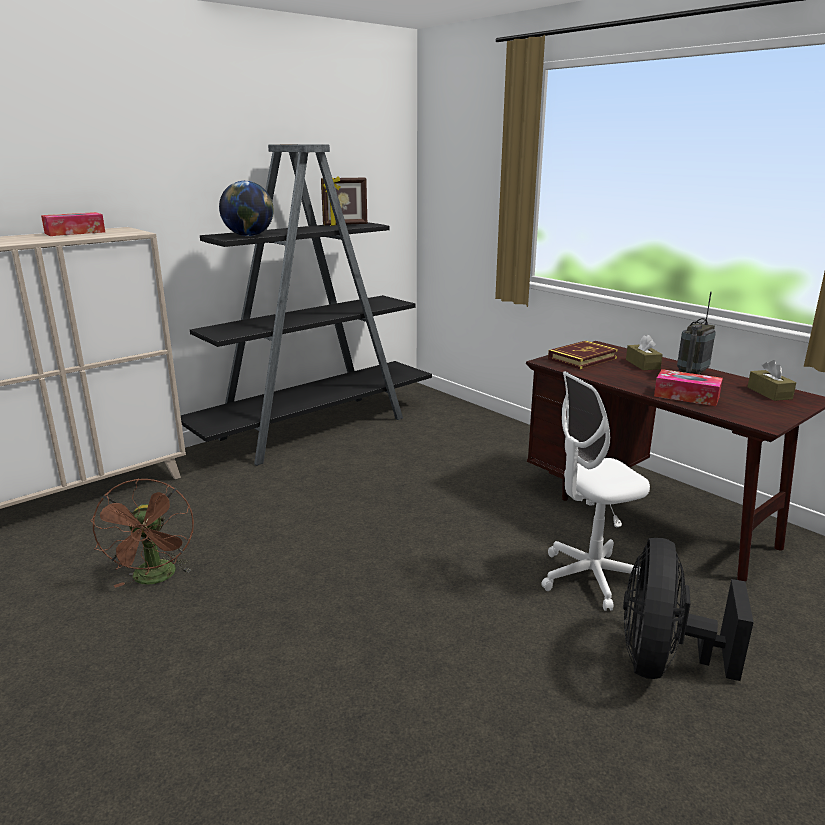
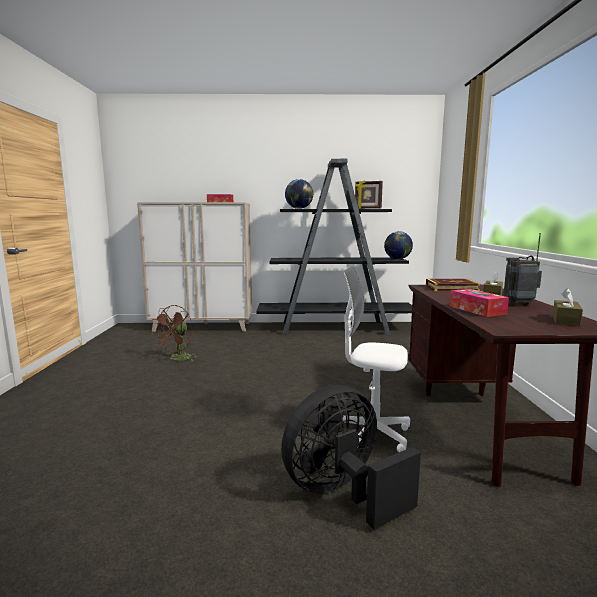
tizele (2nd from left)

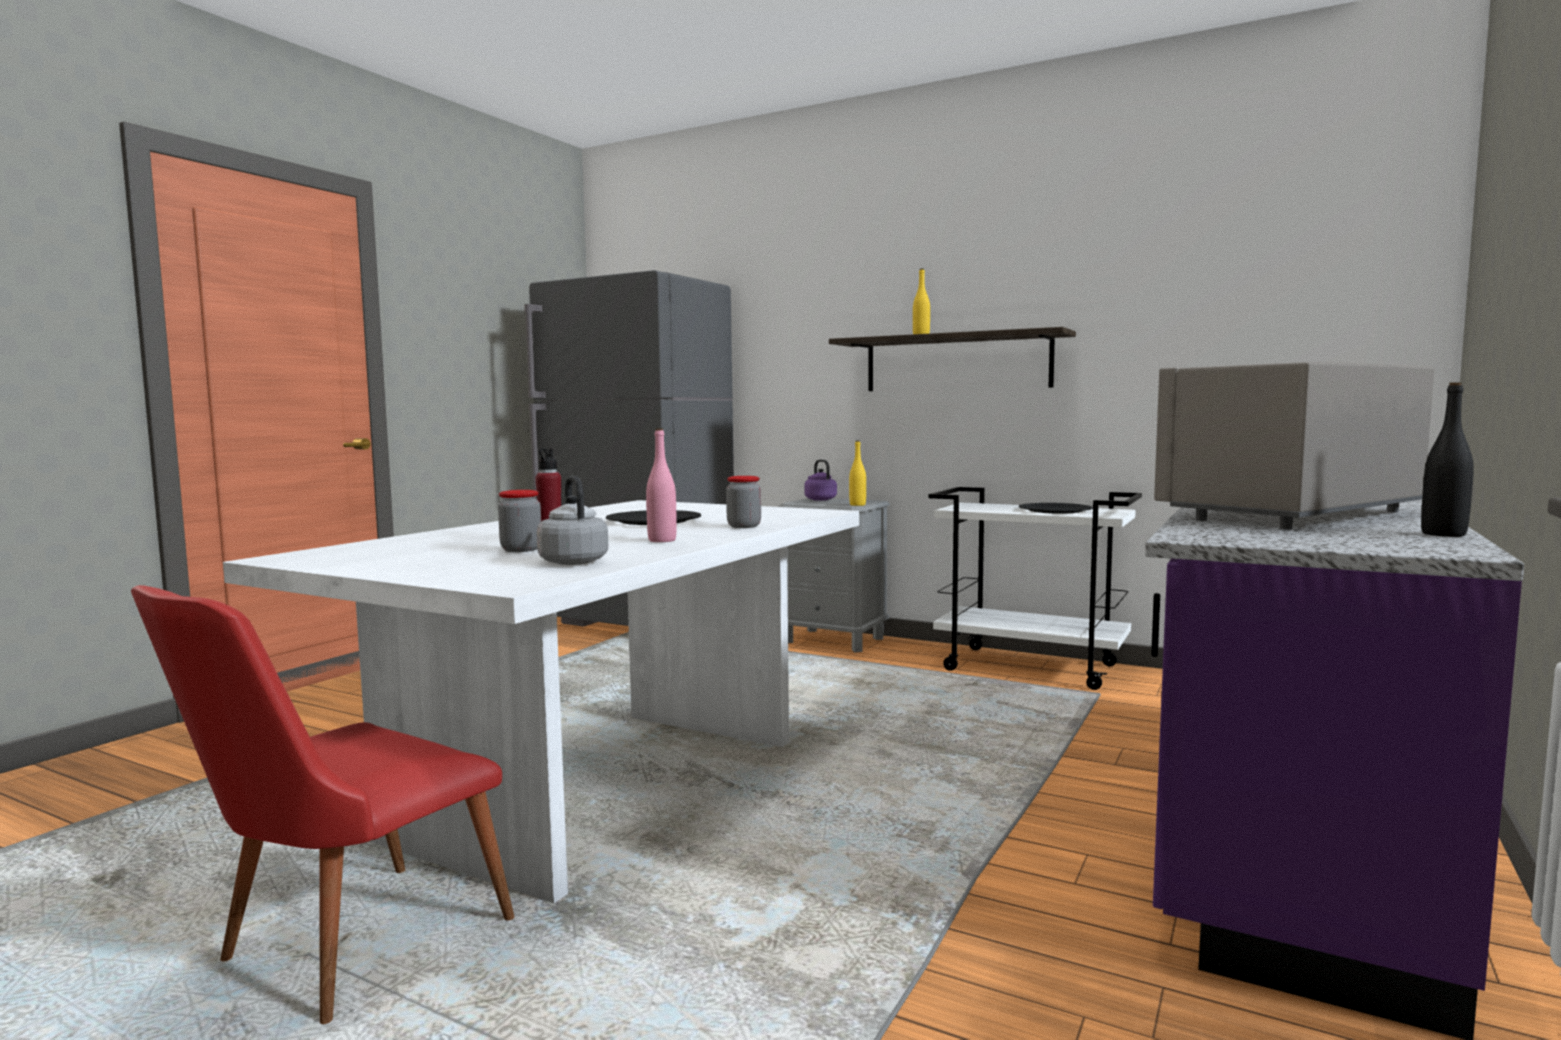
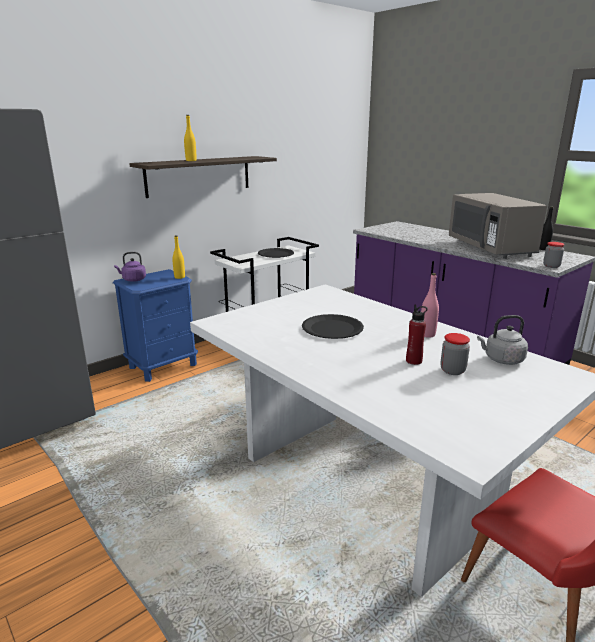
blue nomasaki
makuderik (2nd from left)

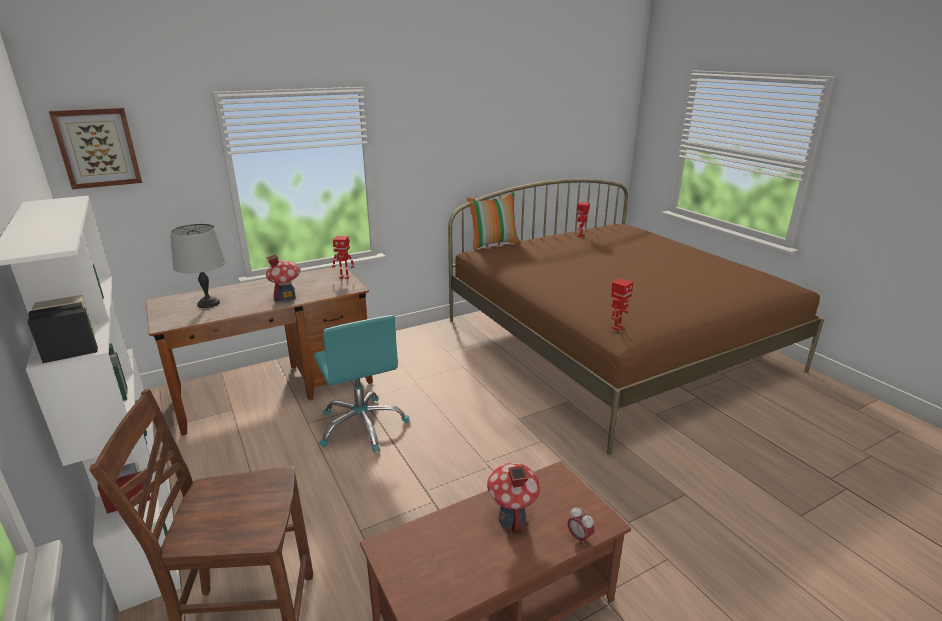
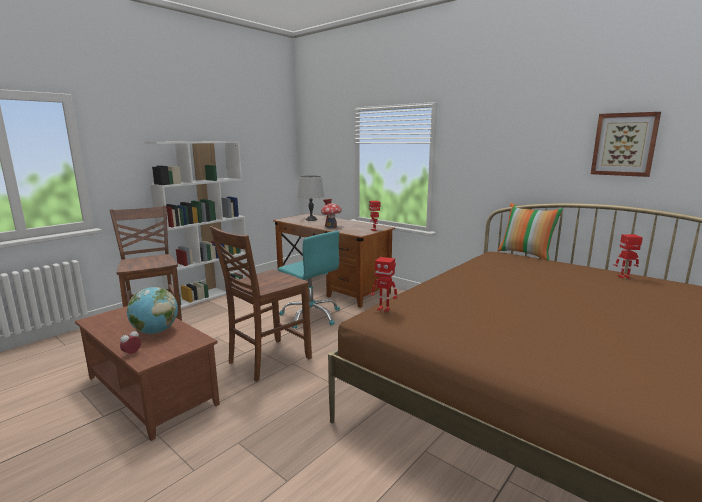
tizele
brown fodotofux (2nd from left)
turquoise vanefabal
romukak

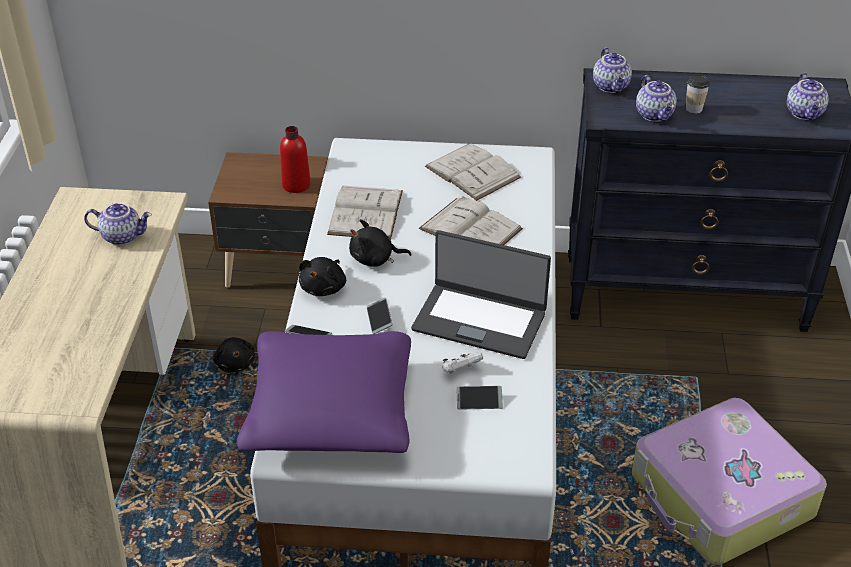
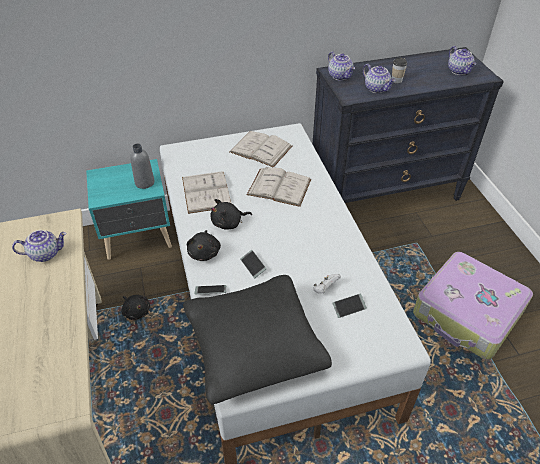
turquoise nomasaki
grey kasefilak
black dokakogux
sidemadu

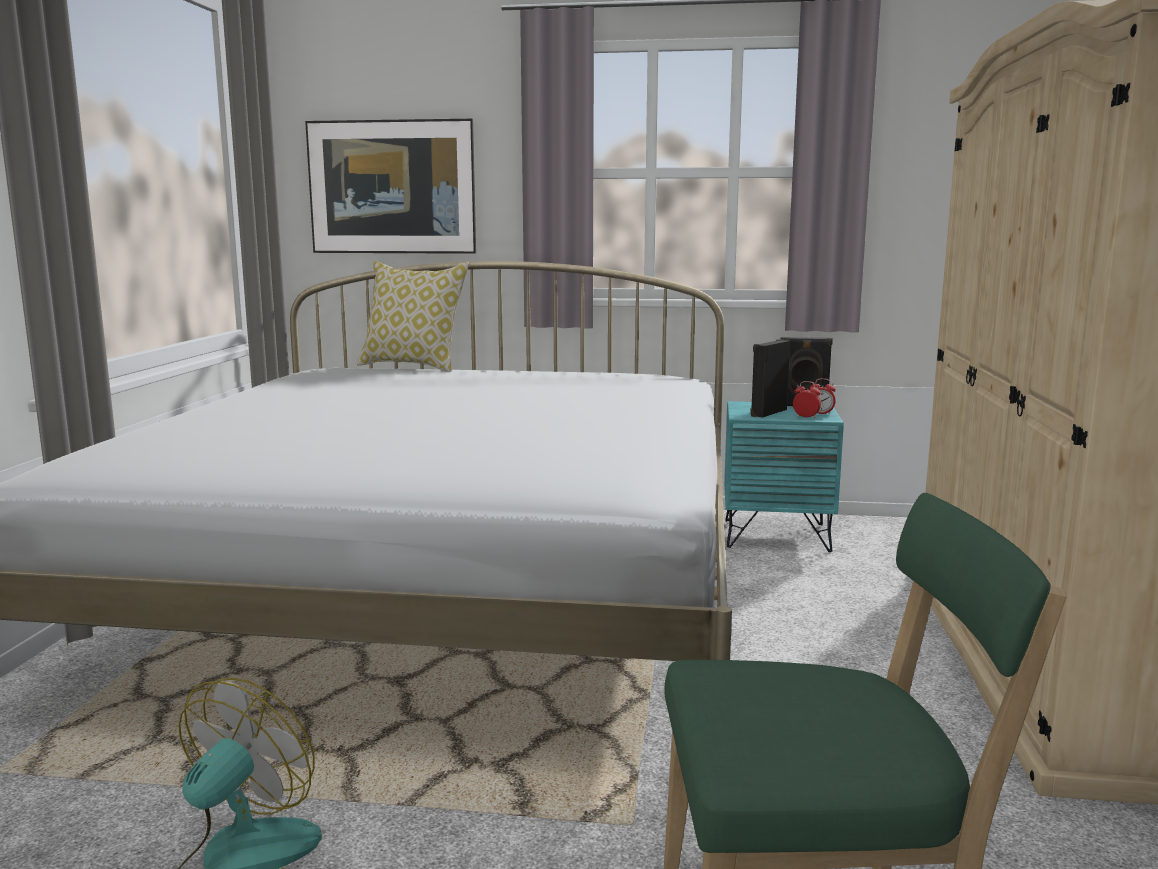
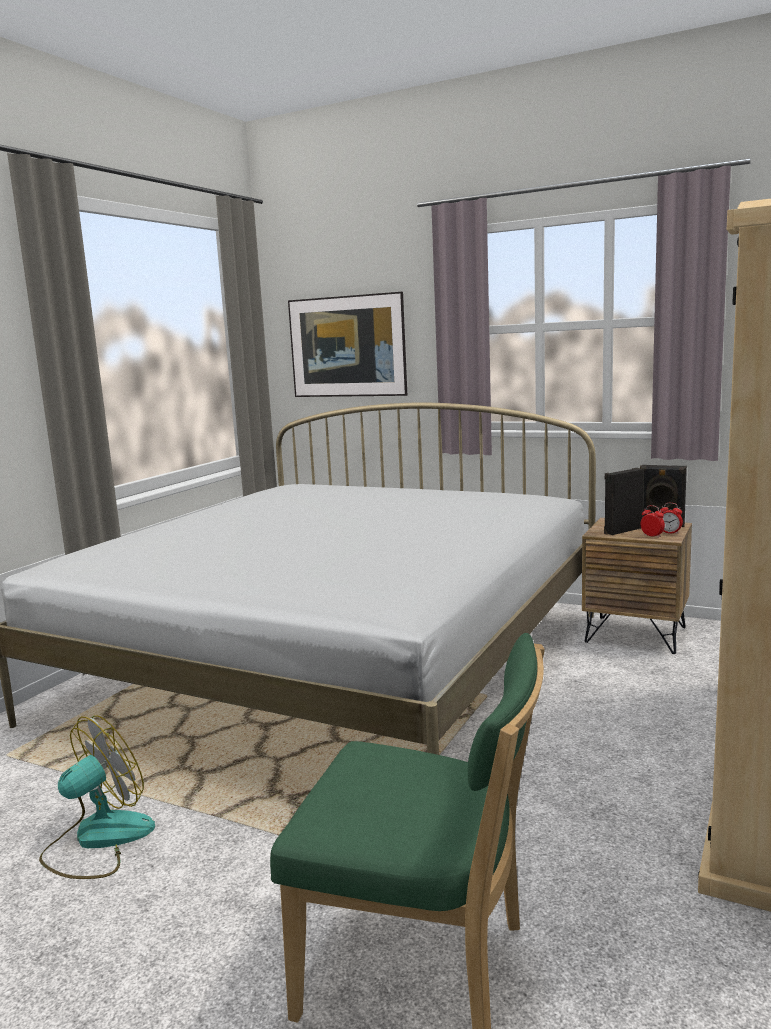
brown nomasaki
dokakogux

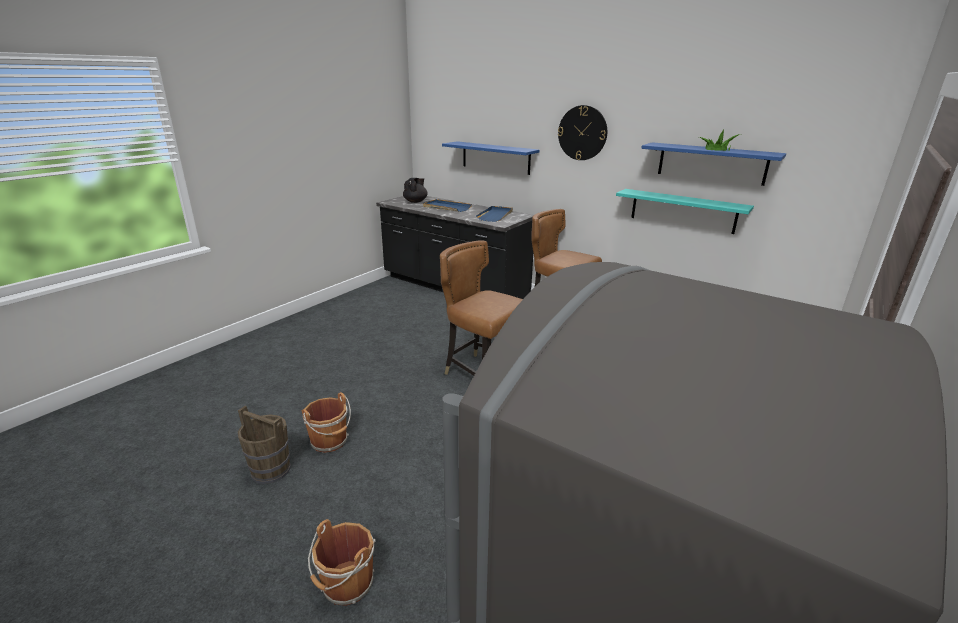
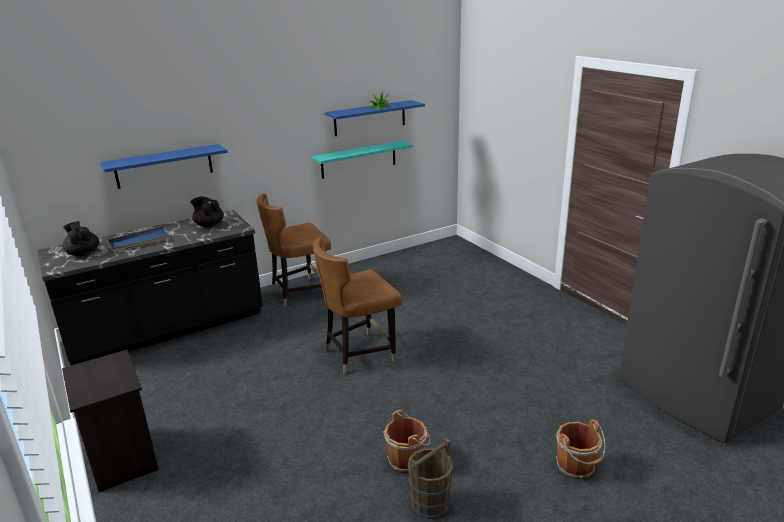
black nomasaki
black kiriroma (2nd from left)
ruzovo

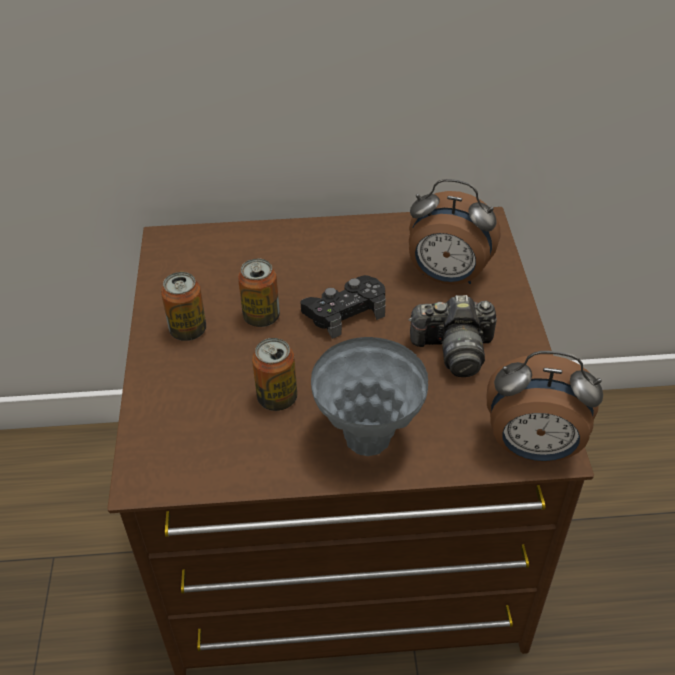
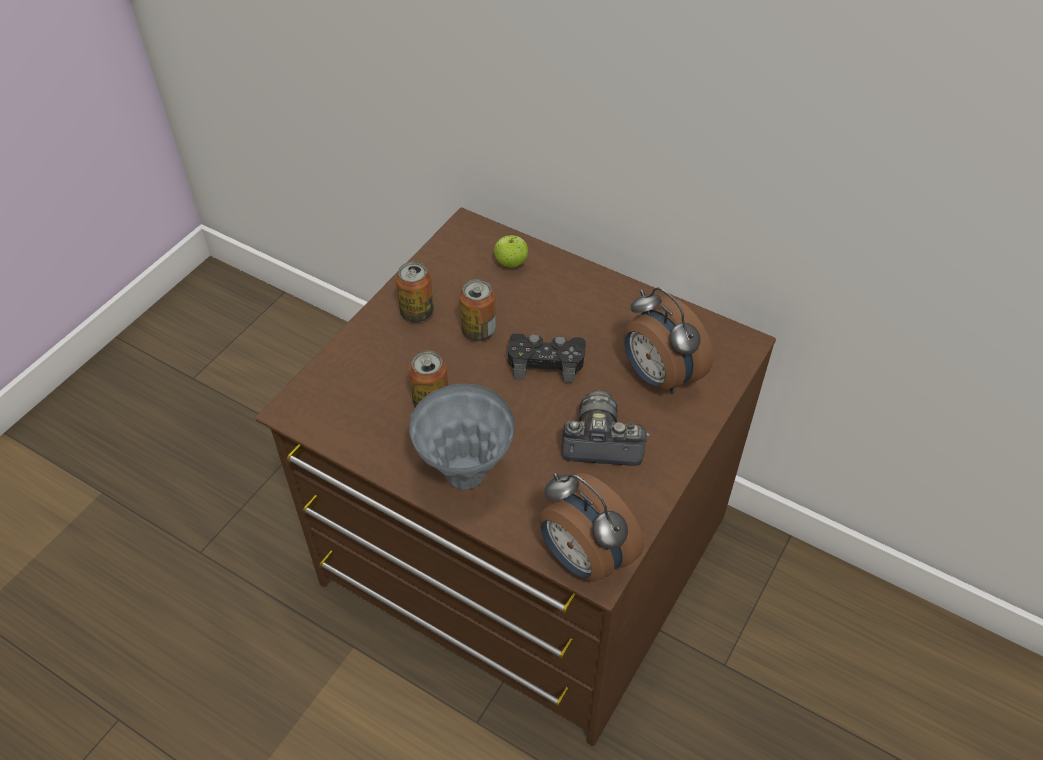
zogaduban
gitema

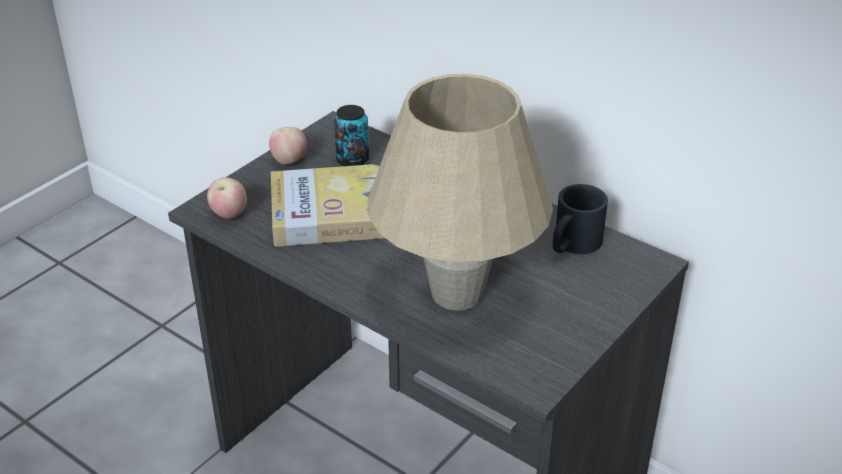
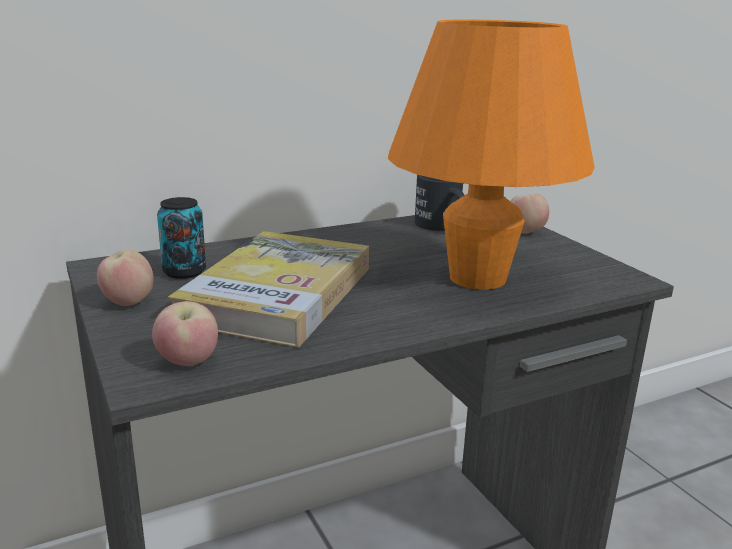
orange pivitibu
zogaduban (3rd from left)

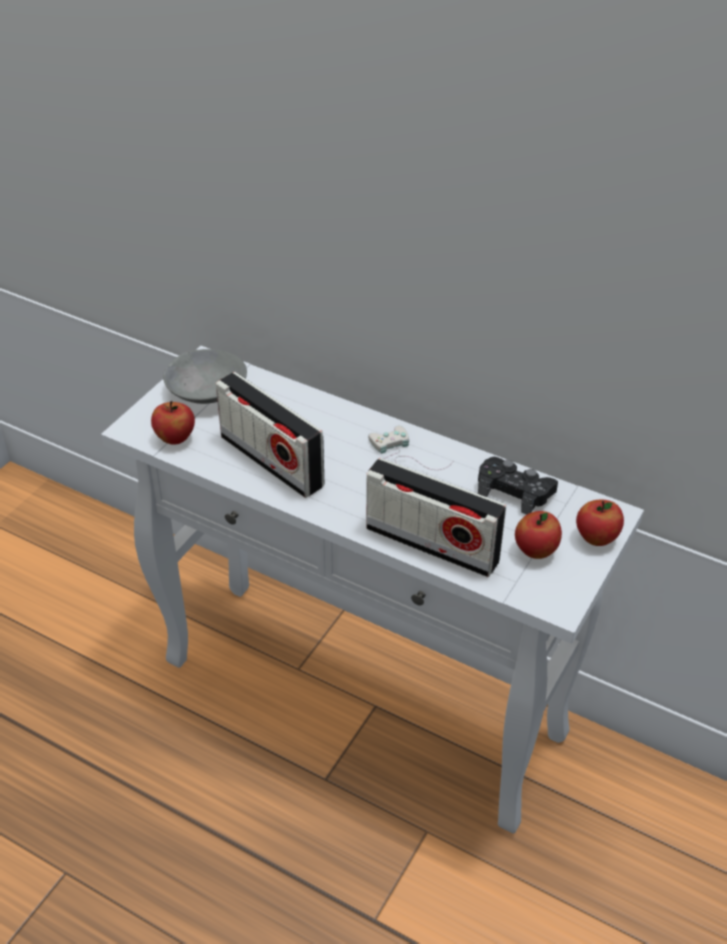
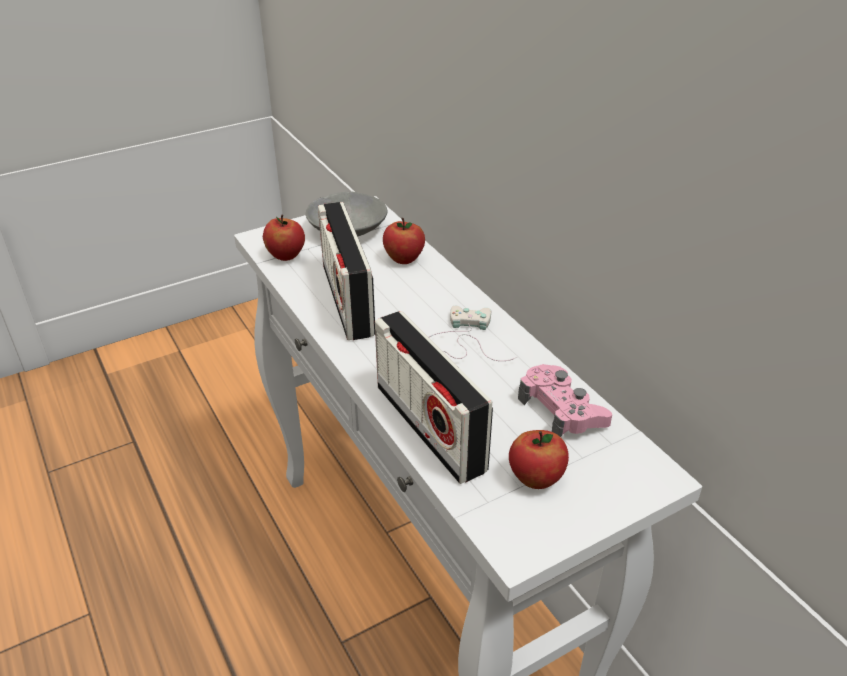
zogaduban (2nd from left)
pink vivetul

